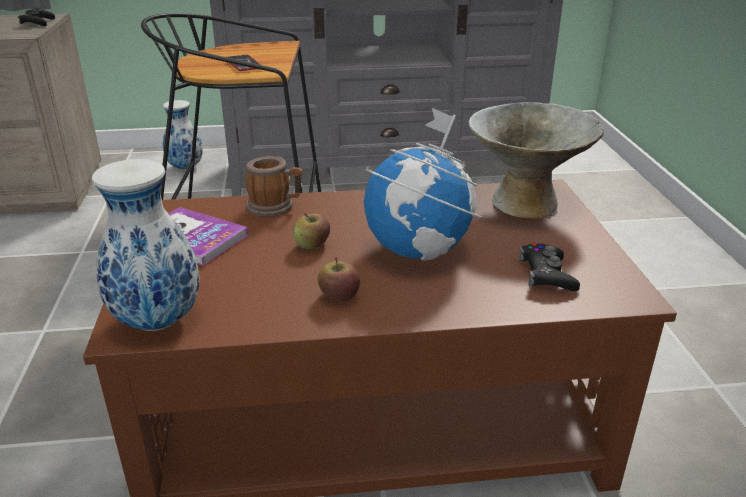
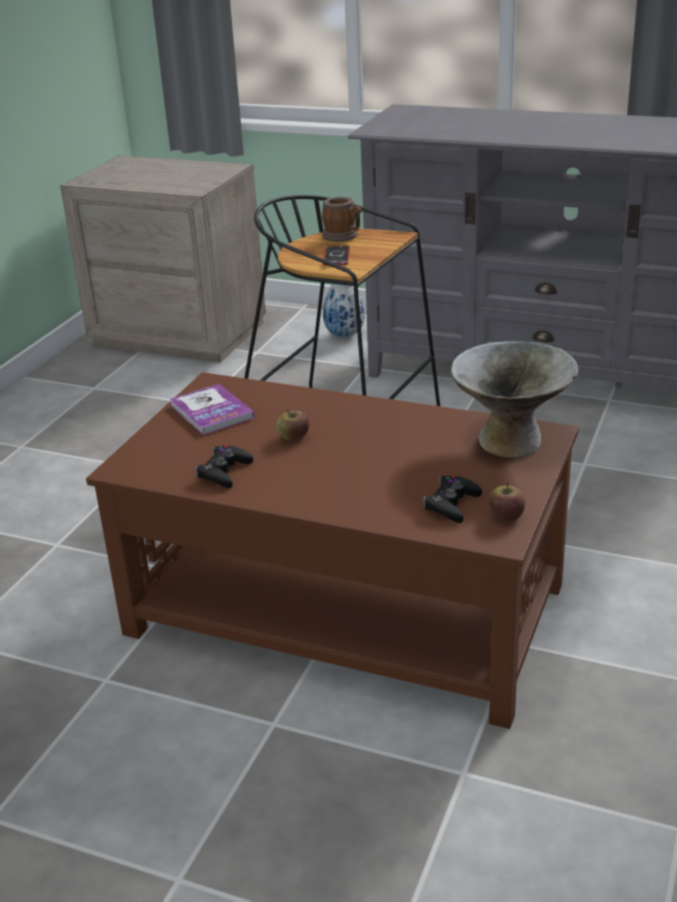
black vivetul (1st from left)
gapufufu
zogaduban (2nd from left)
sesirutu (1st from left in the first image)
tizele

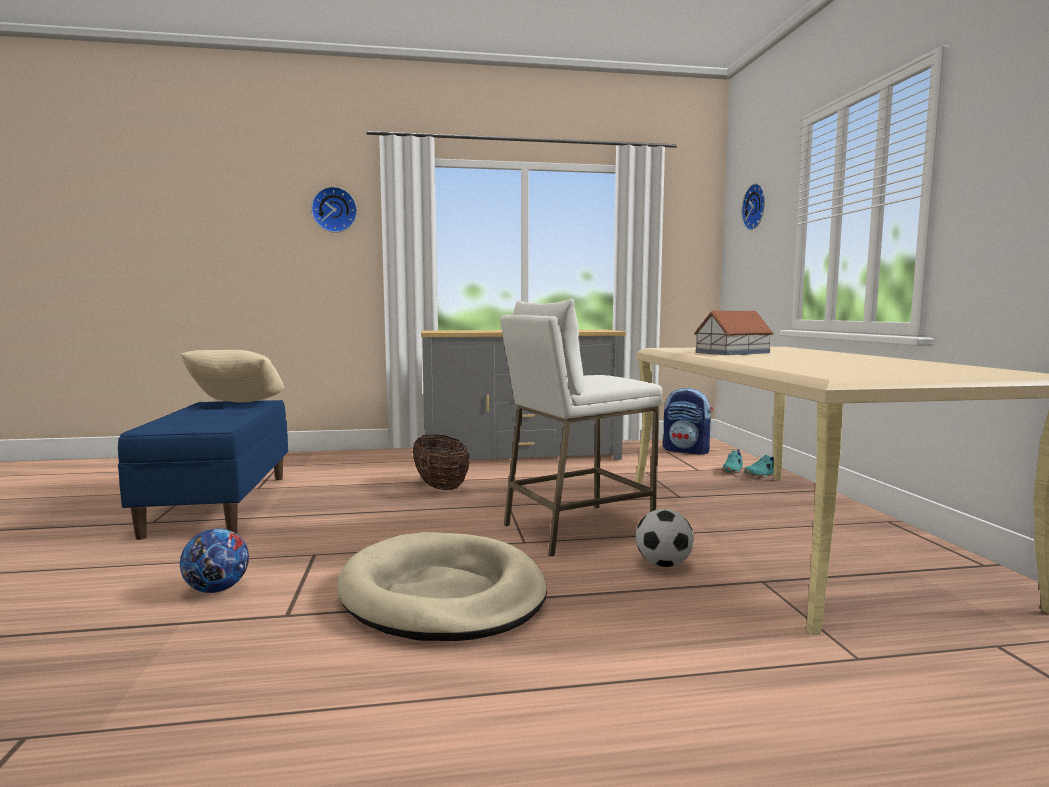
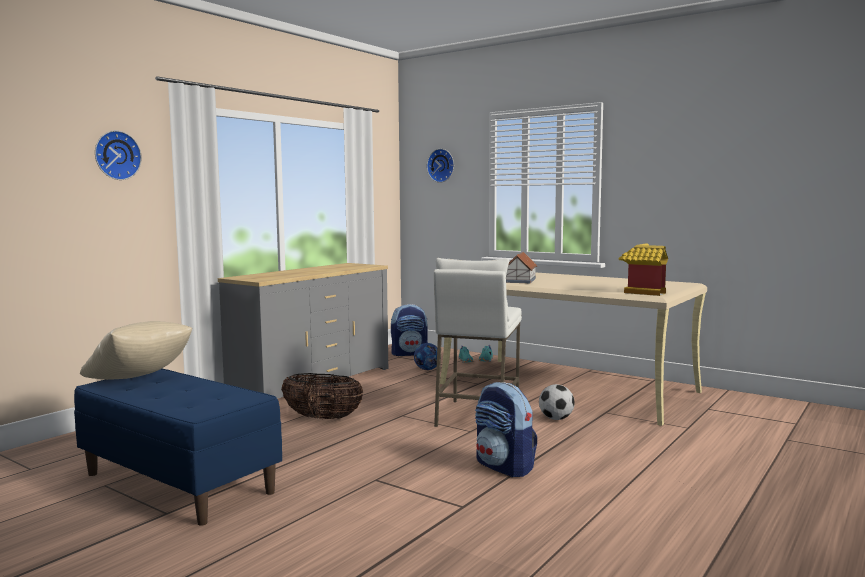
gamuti (1st from left)
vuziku (2nd from left)
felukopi (2nd from left)

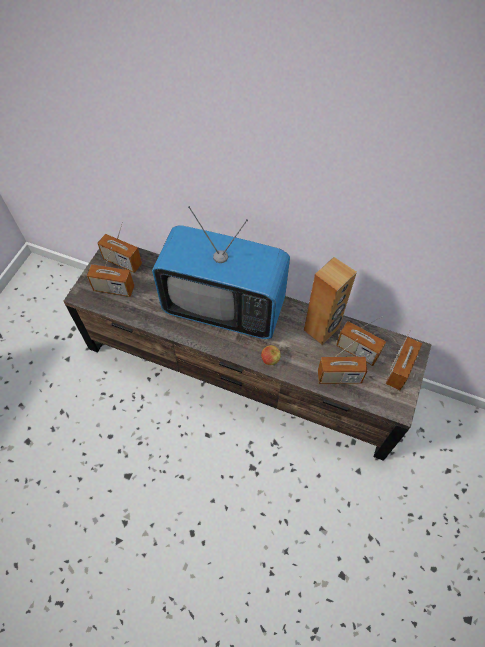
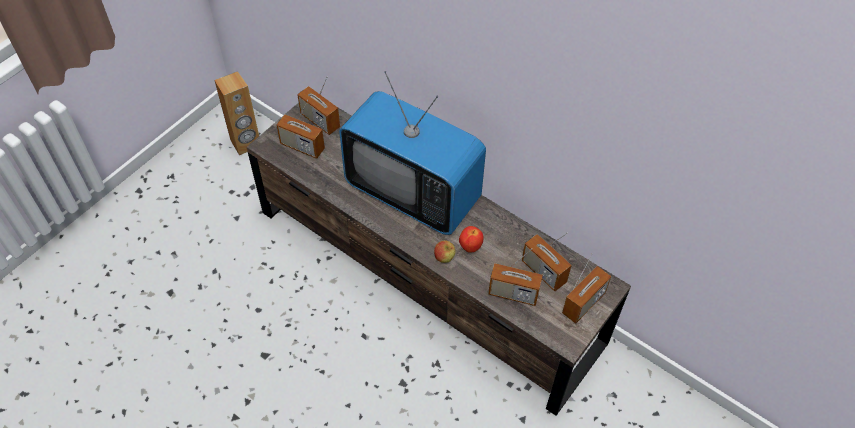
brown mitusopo
zogaduban (2nd from left)

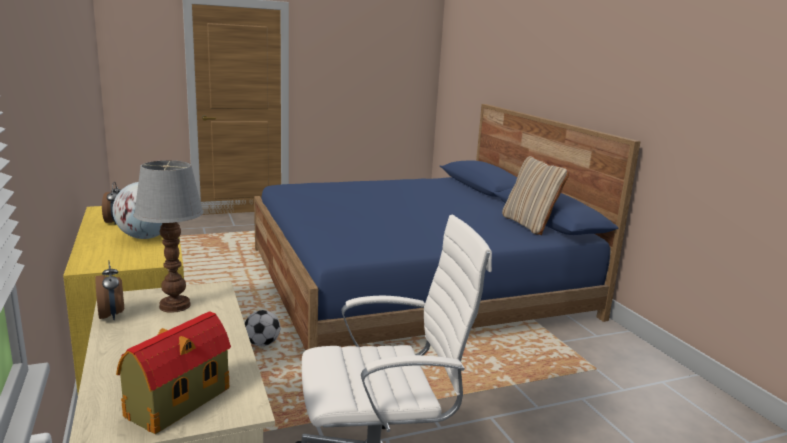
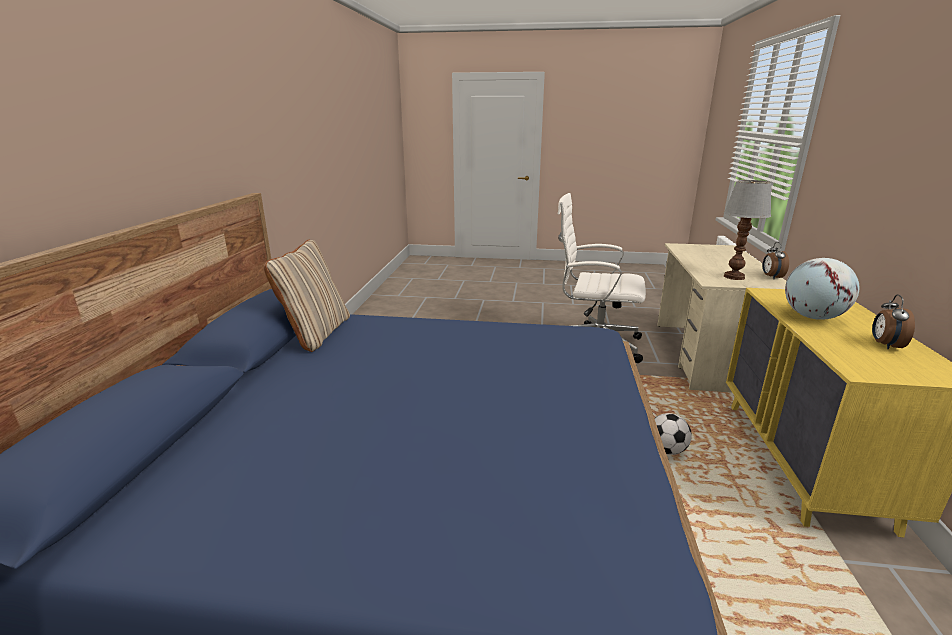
felukopi

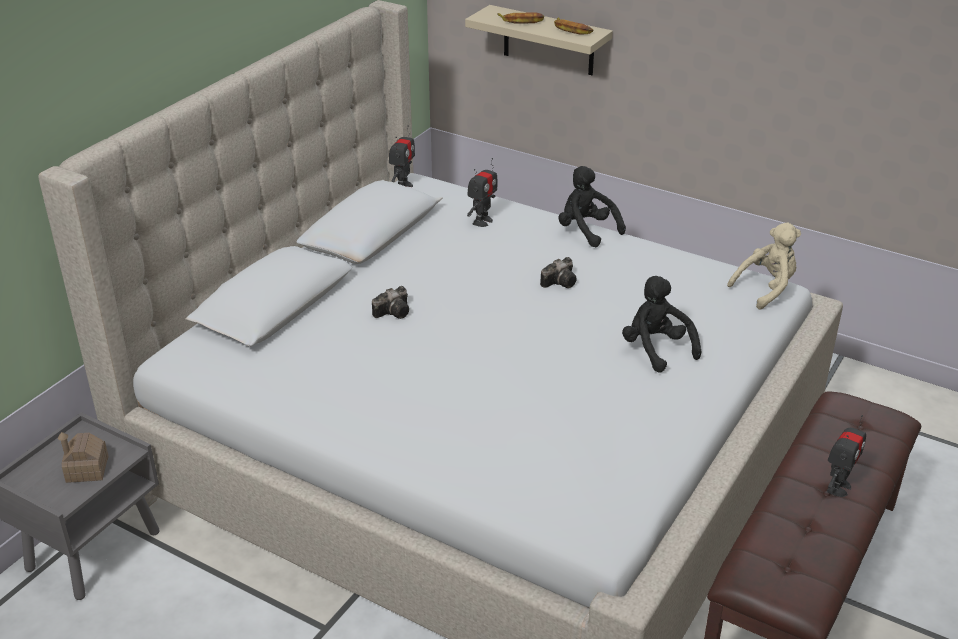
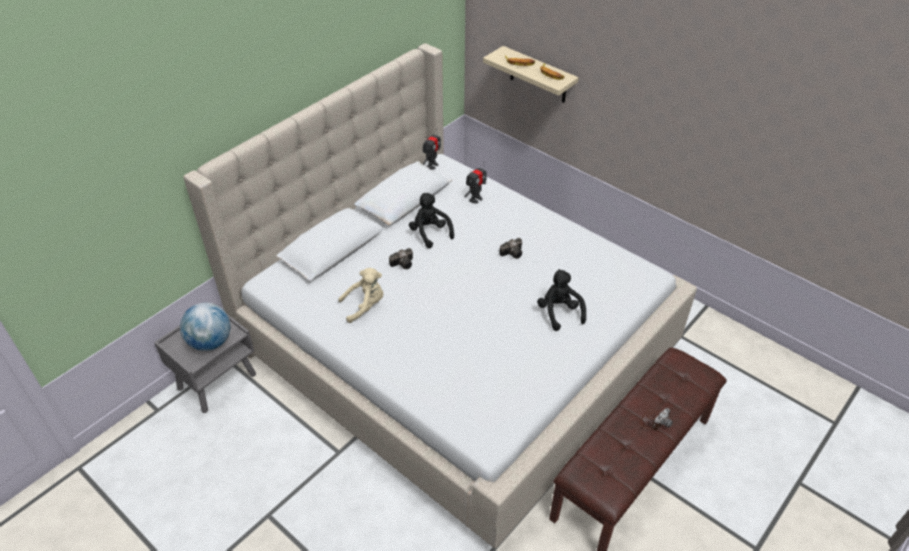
tizele
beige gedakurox
black gedakurox (1st from left)
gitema (3rd from left)

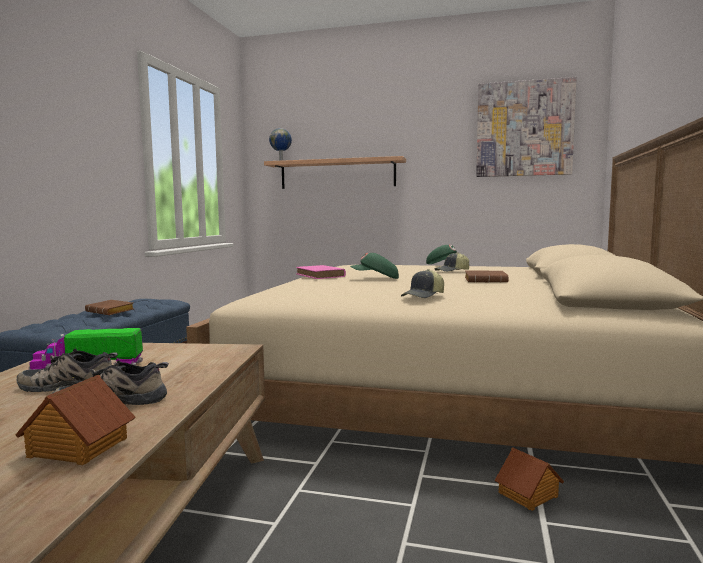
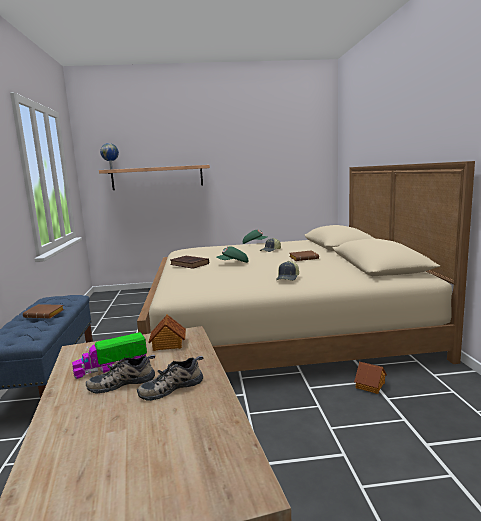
felukopi (1st from left)
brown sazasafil (2nd from left)
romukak

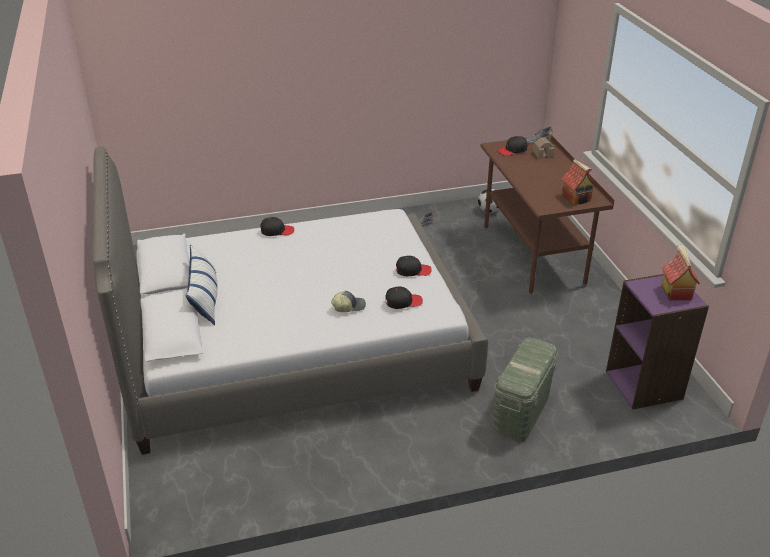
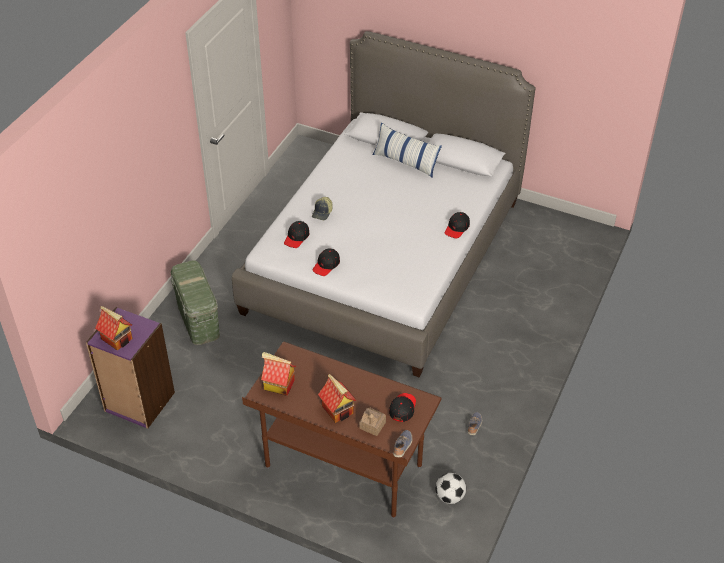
felukopi (3rd from left)

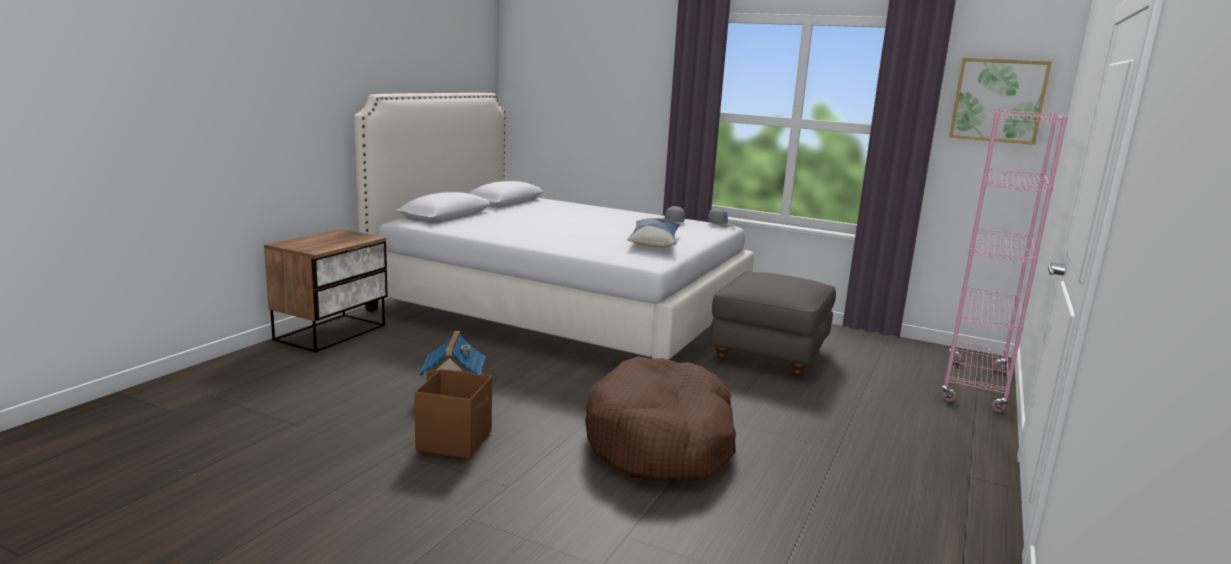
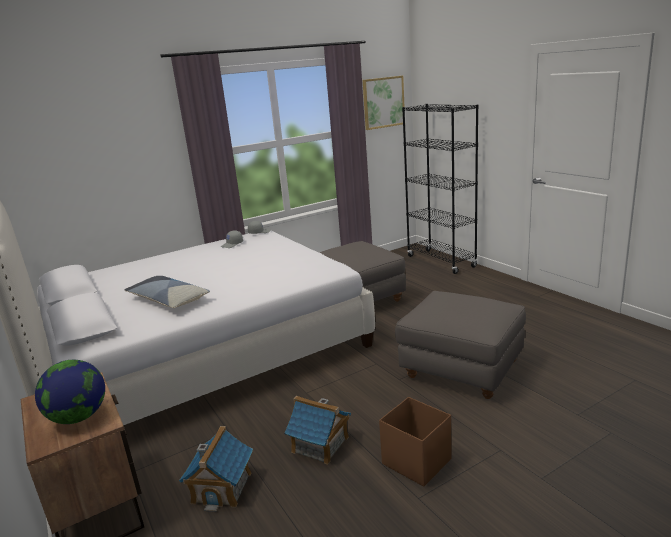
tizele
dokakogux
felukopi (1st from left)
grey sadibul (2nd from left)
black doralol

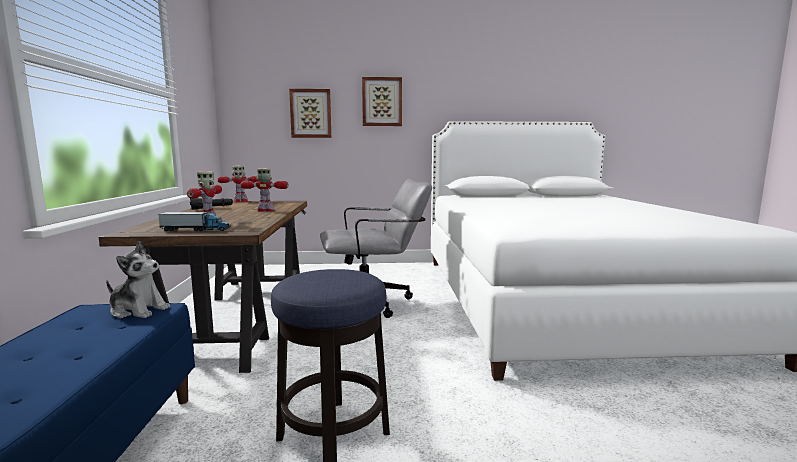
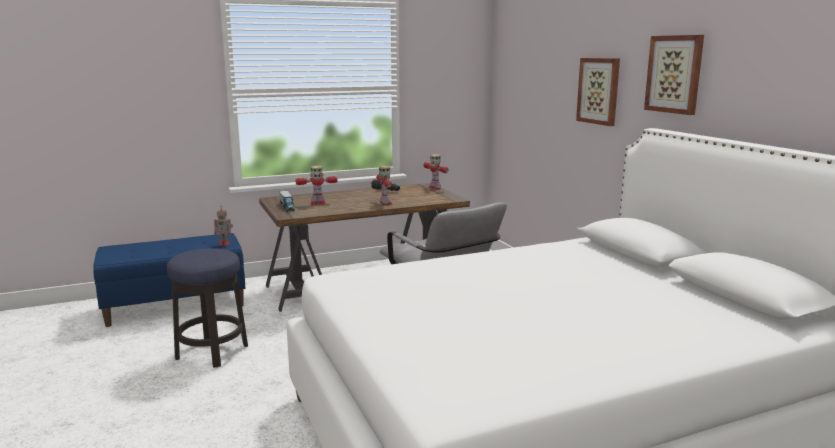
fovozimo (1st from left)
romukak (2nd from left)

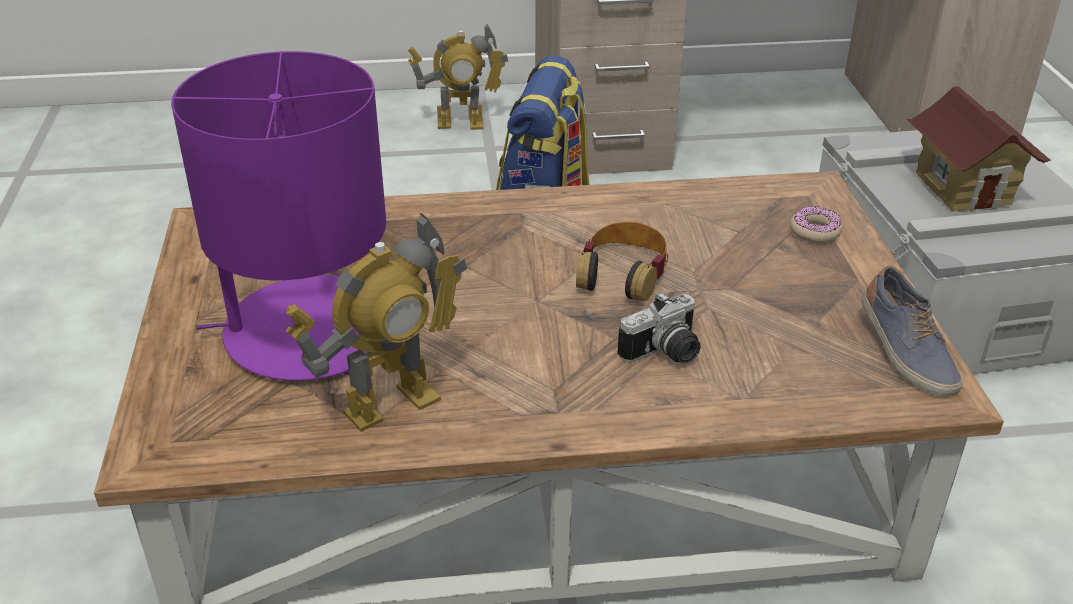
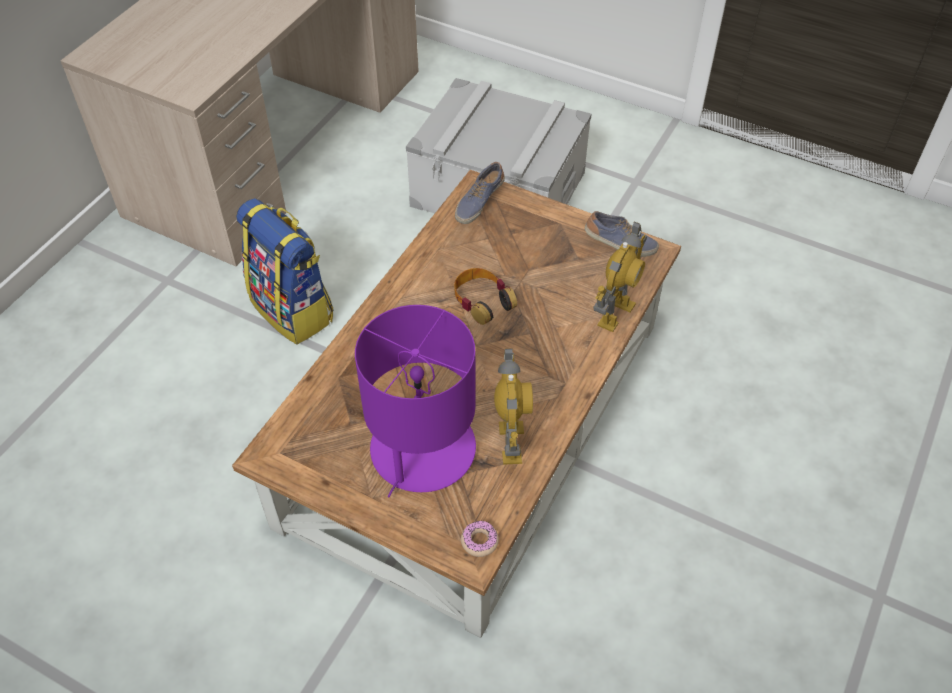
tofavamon (1st from left)
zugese
fovozimo (2nd from left)
gitema
felukopi

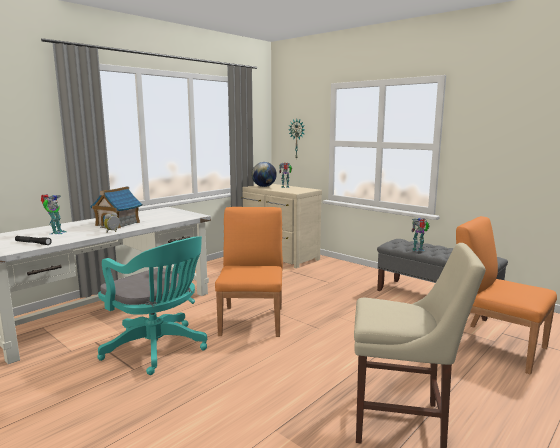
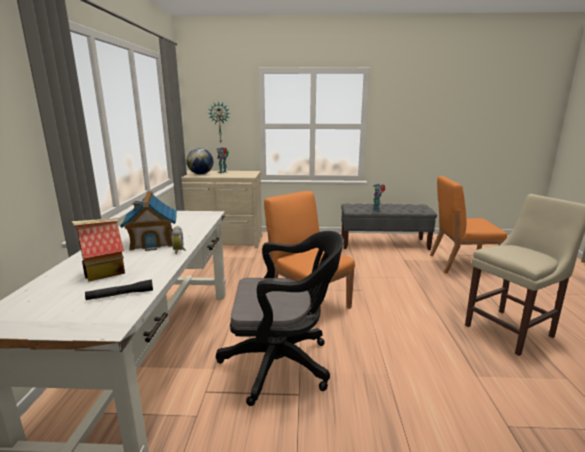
felukopi (1st from left)
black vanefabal

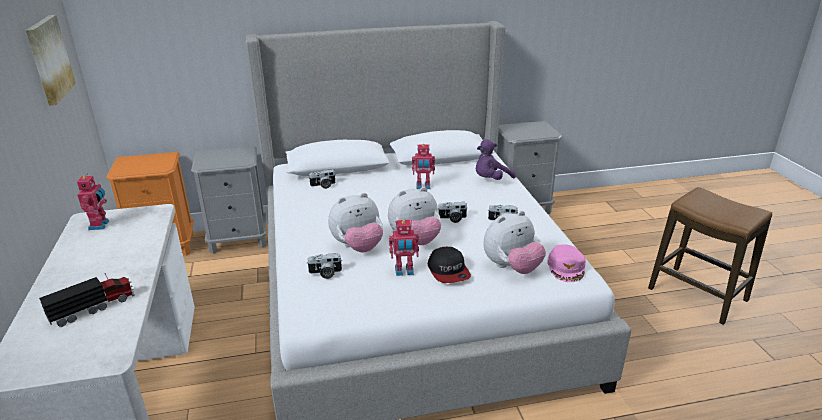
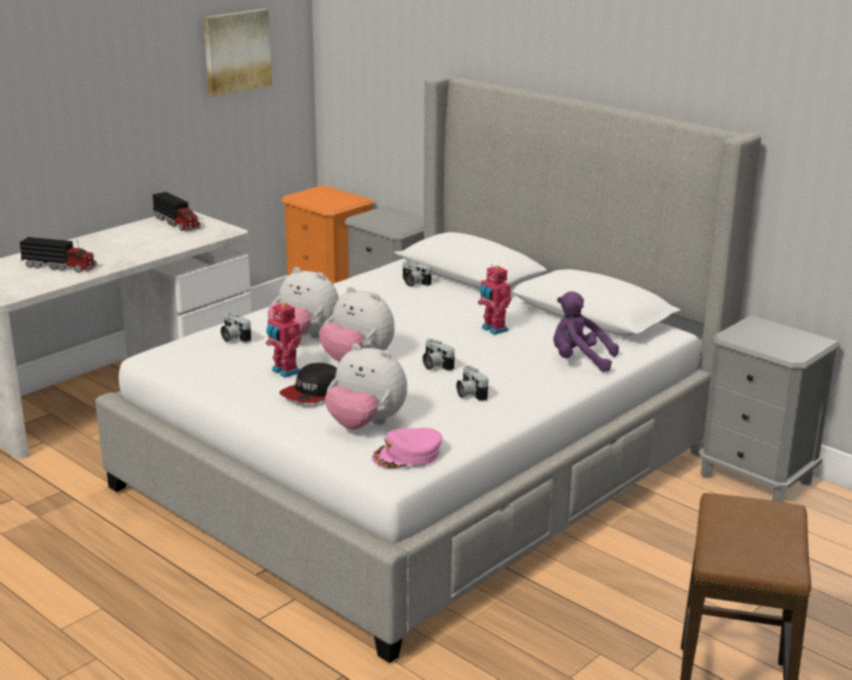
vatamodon (2nd from left)

